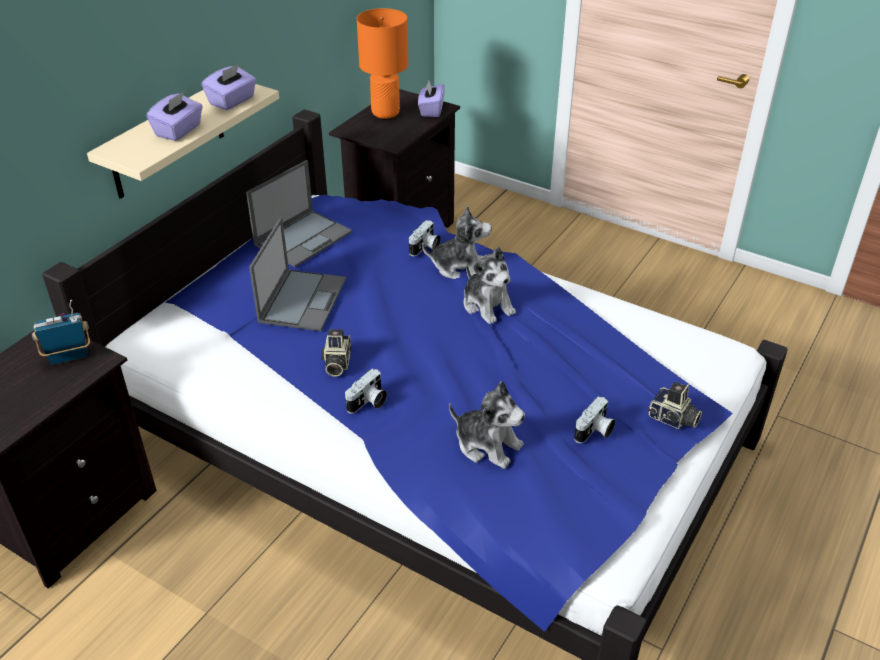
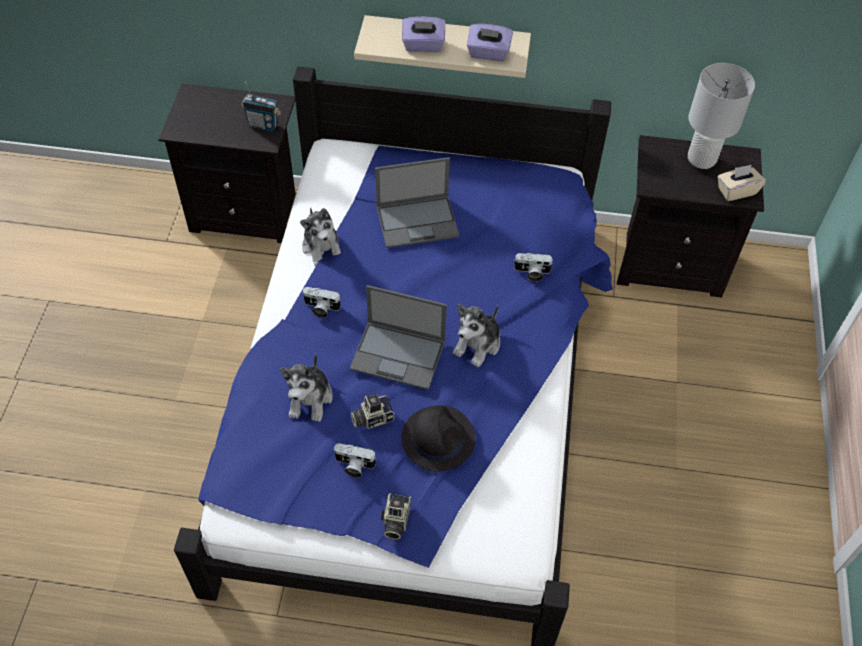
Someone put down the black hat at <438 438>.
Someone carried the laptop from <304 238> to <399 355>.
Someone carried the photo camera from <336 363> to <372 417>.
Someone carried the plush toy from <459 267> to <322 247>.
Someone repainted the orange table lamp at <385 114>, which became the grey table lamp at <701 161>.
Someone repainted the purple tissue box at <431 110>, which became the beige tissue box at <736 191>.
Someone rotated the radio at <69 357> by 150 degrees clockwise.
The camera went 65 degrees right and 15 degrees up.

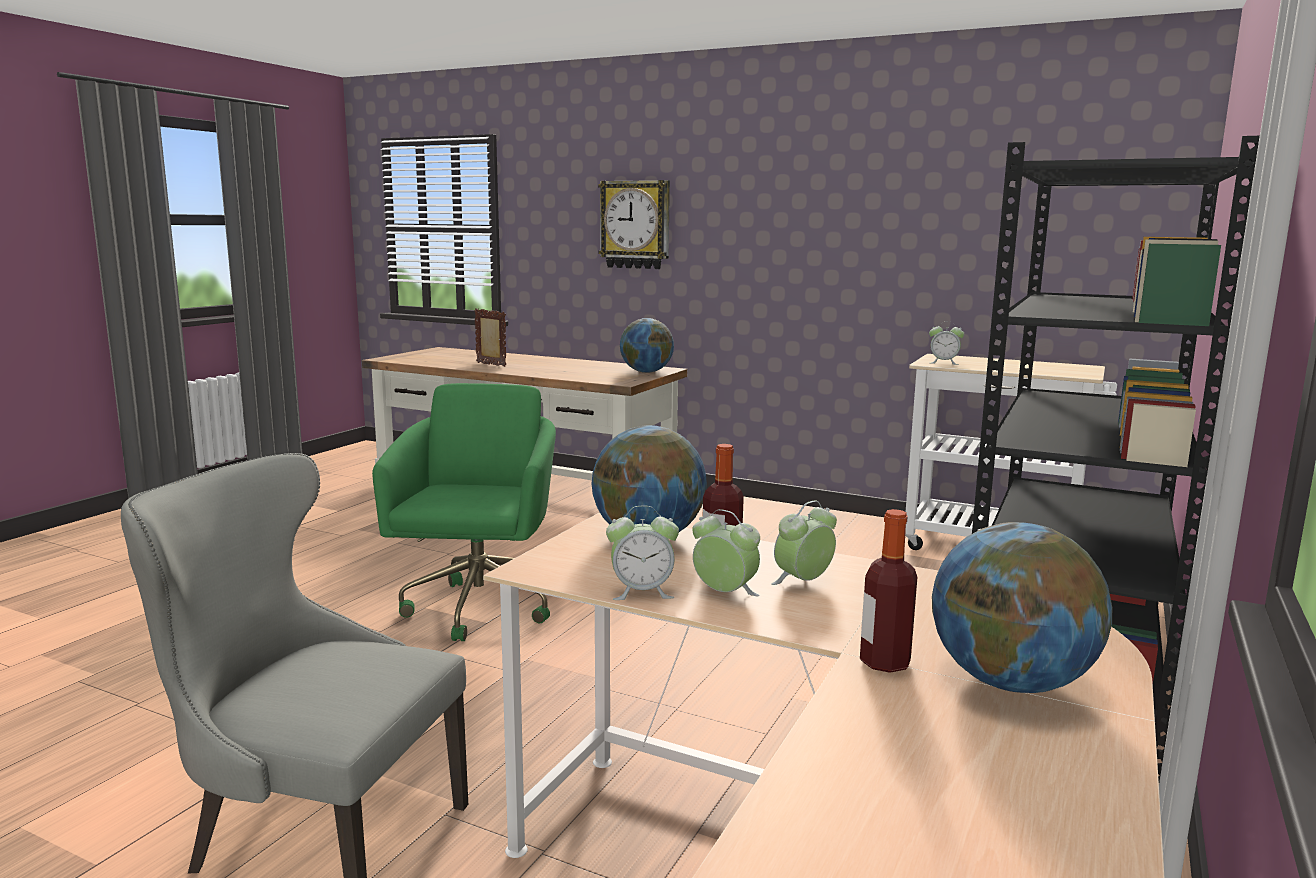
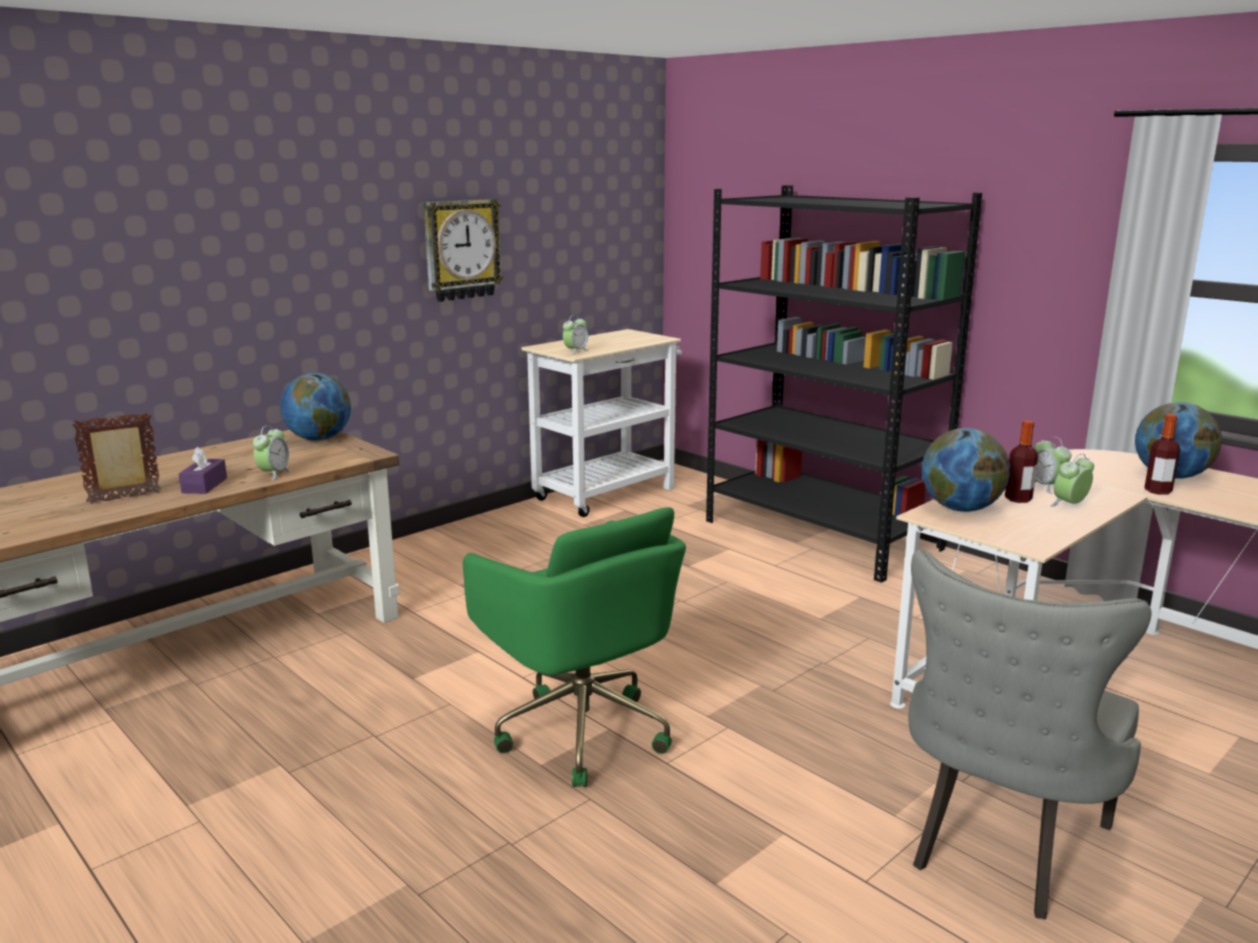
Someone put down the purple tissue box at <204 485>.
Someone carried the wall clock from <635 225> to <461 249>.
Someone carried the alarm clock from <642 592> to <274 474>.
Someone rotated the green office chair at <477 612> by 150 degrees counterclockwise.
The camera went 70 degrees left and 5 degrees up.

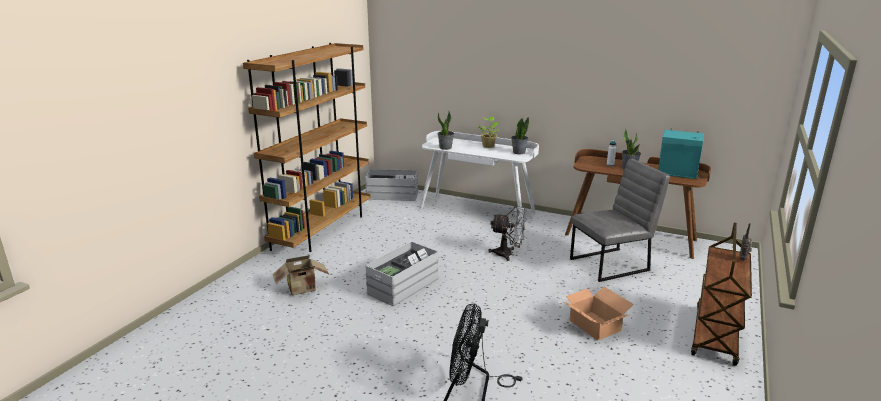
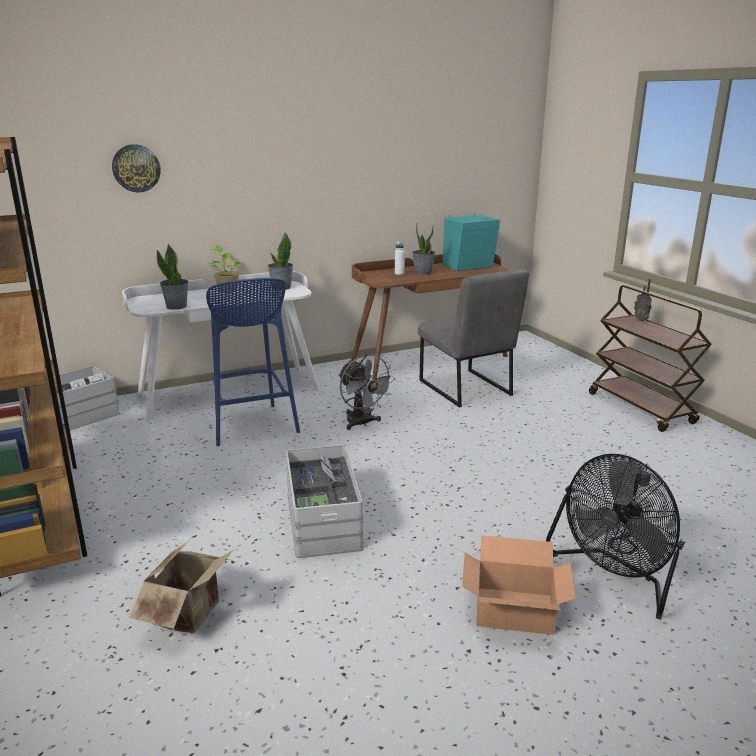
Someone put up the wall clock at <136 168>.
Someone put down the blue stool at <252 425>.
Someone carried the cardboard box from <594 326> to <515 611>.
Someone rotated the grey fan at <508 254> by 90 degrees clockwise.
Someone rotated the grey chair at <611 264> by 135 degrees clockwise.
The camera went 50 degrees left and 0 degrees up.

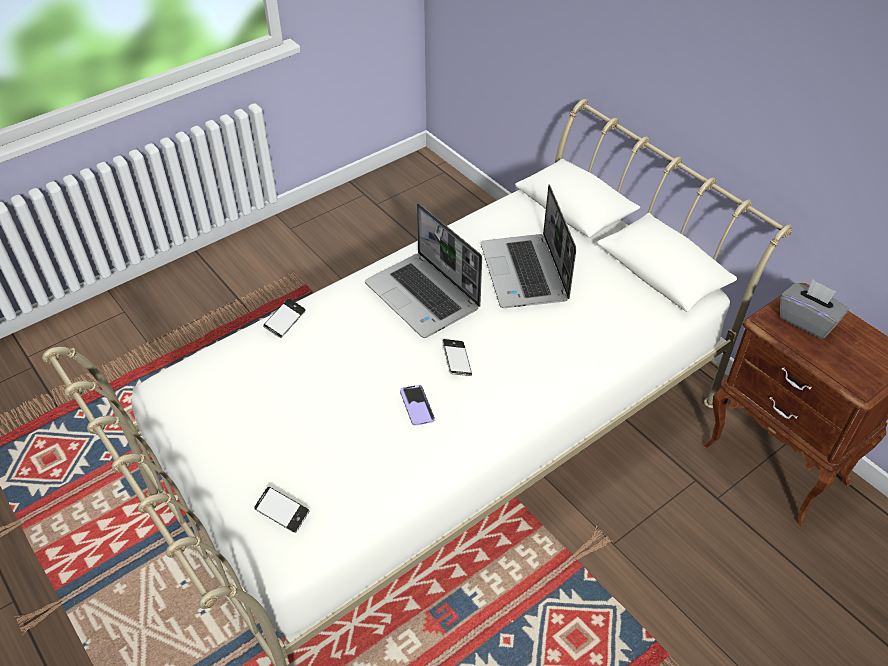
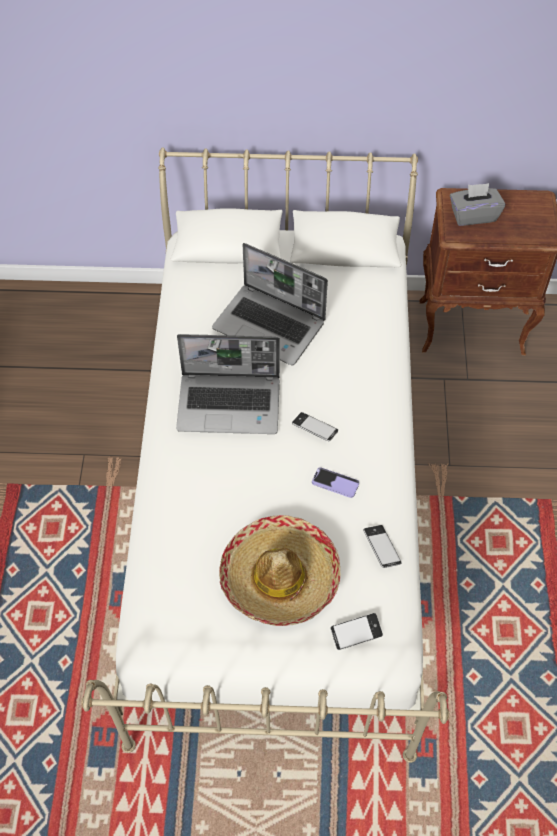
Someone put down the hat at <280 577>.
Someone carried the phone from <285 321> to <381 548>.
The camera went 50 degrees left and 10 degrees up.

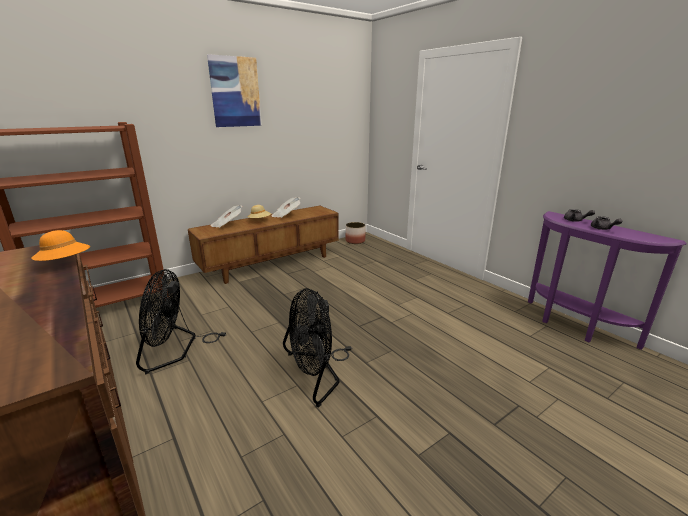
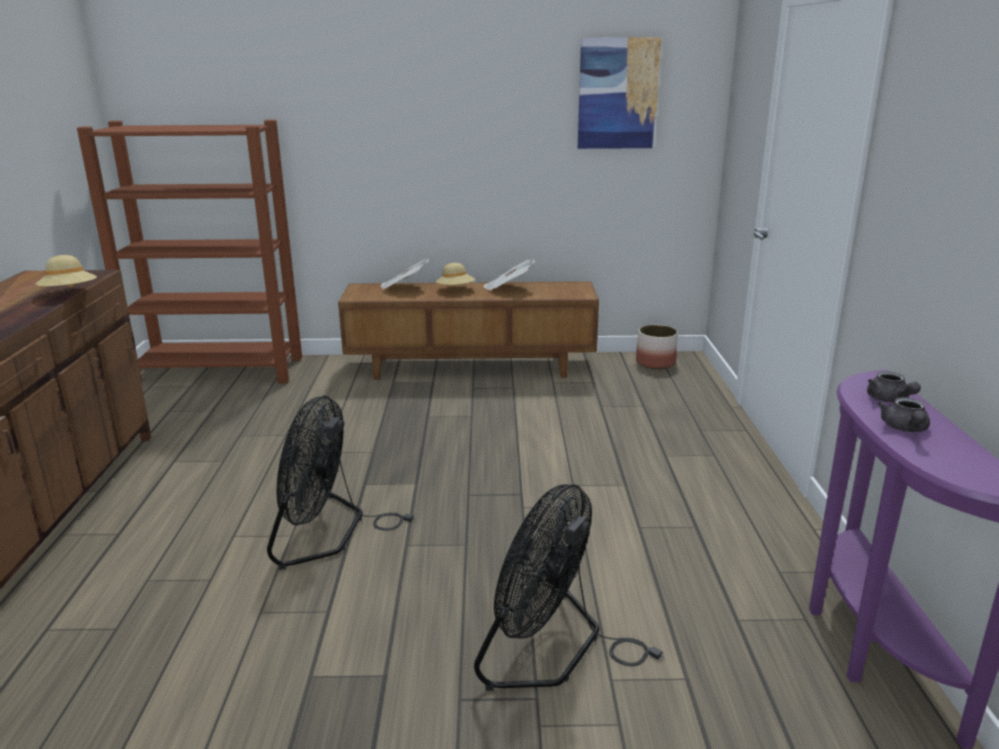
Someone carried the black fan from <179 346> to <561 646>.
Someone carried the picture from <235 92> to <618 94>.
Someone repainted the orange hat at <65 263>, which became the beige hat at <69 294>.
The camera went 35 degrees right and 0 degrees up.

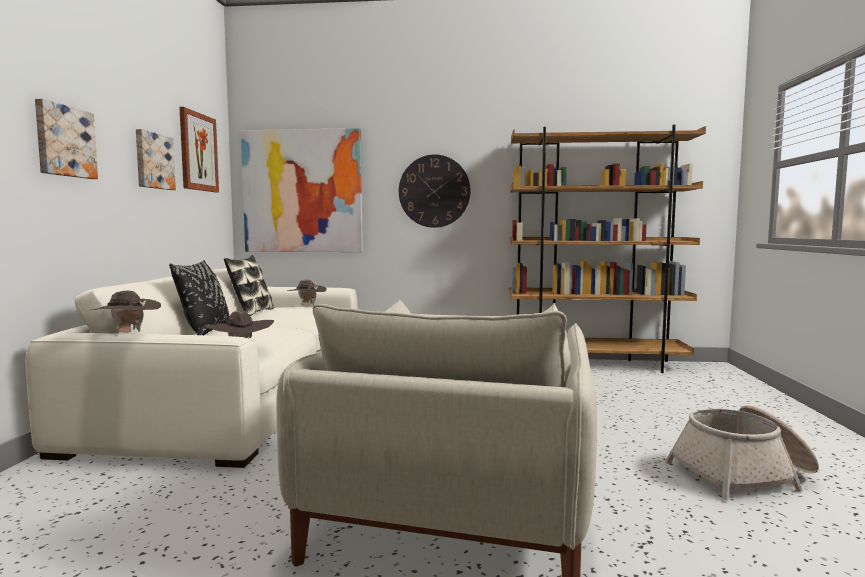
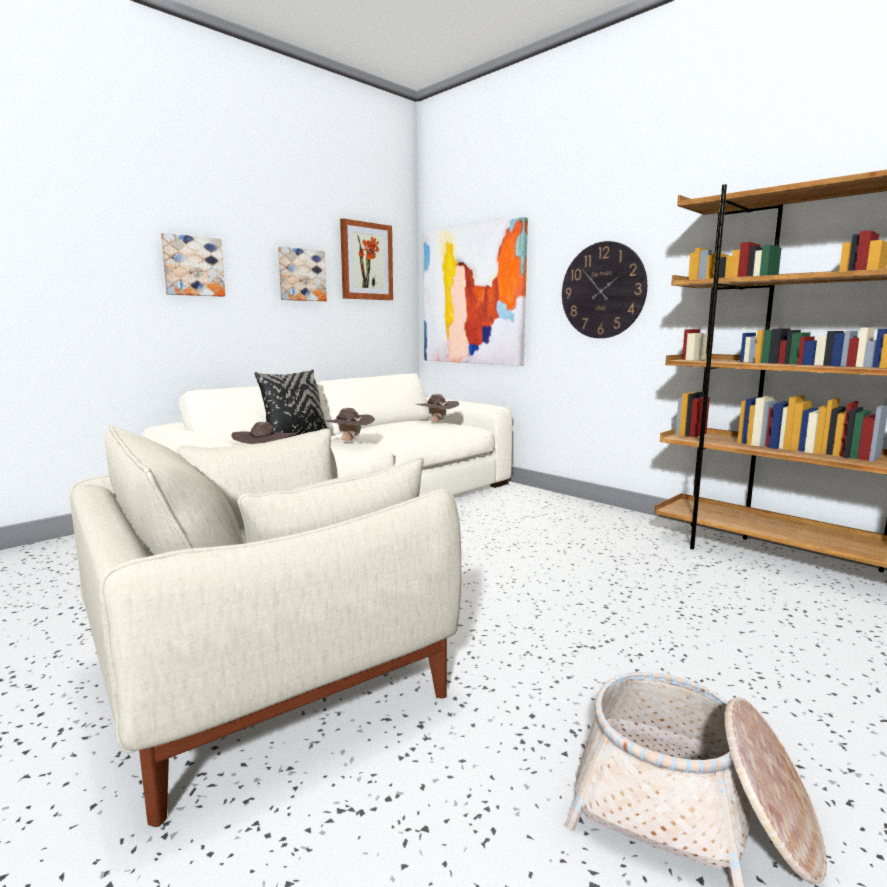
Someone took away the pillow at <251 313>.
Someone carried the brown hat from <127 333> to <349 441>.
The camera went 40 degrees right and 5 degrees up.

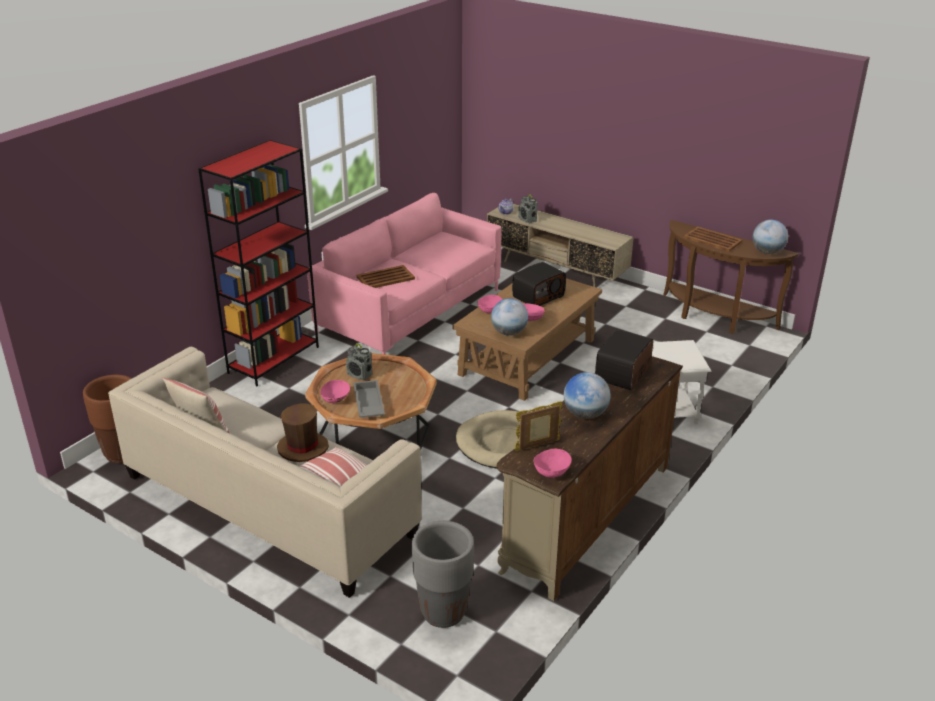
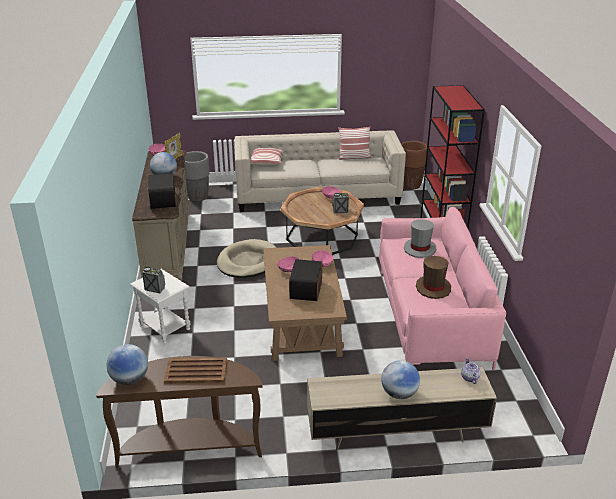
Someone took away the grey tray at <367 404>.
Someone carried the brown hat from <302 448> to <433 288>.
Someone carried the globe from <509 333> to <399 394>.
Someone carried the radio from <527 220> to <155 289>.
Someone swapped the brown tray at <385 278> for the grey hat at <420 249>.
The camera went 140 degrees right and 0 degrees up.

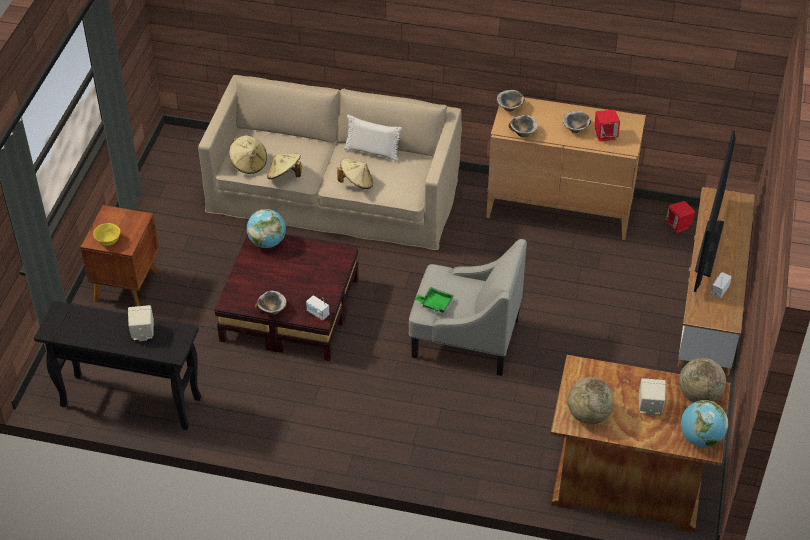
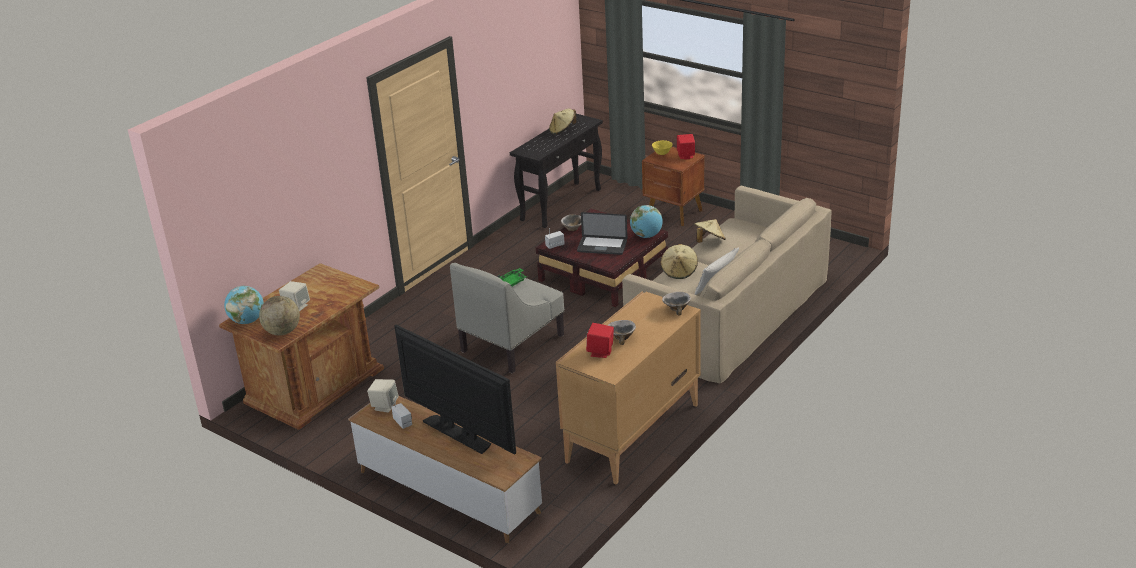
Someone took away the bowl at <523 133>.
Someone took away the globe at <588 415>.
Someone put down the laptop at <602 246>.
Someone carried the beige speaker from <142 333> to <384 406>.
Someone carried the beige hat from <249 164> to <562 130>.
Someone carried the red speaker from <678 225> to <685 156>.
The camera went 115 degrees right and 15 degrees down.

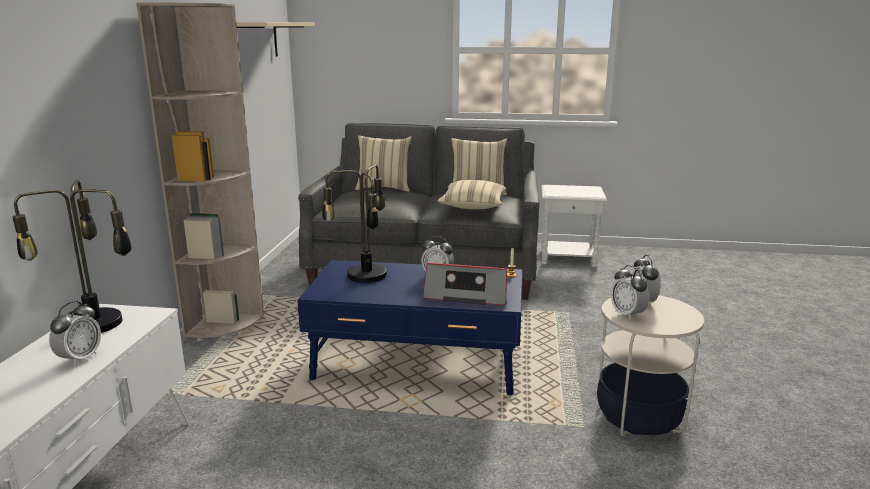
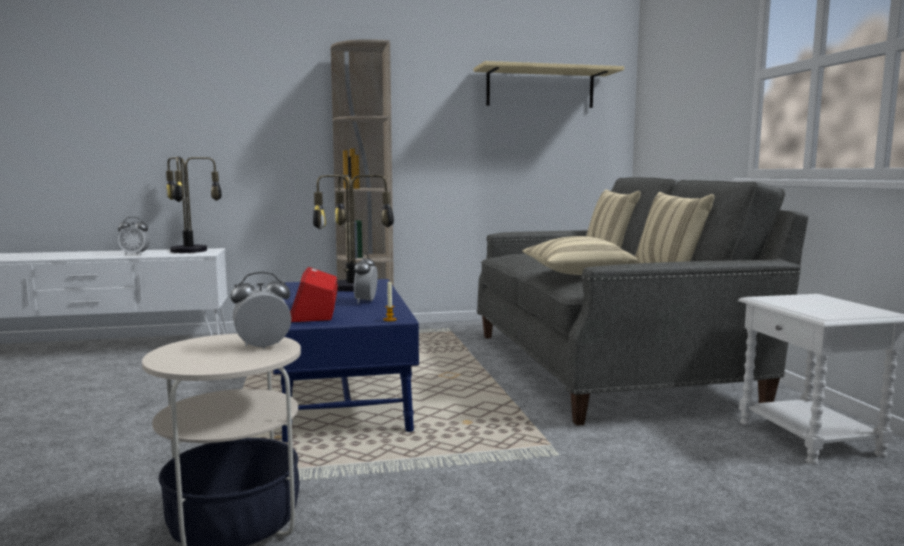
Someone took away the alarm clock at <627 314>.
The camera went 70 degrees right and 10 degrees down.

